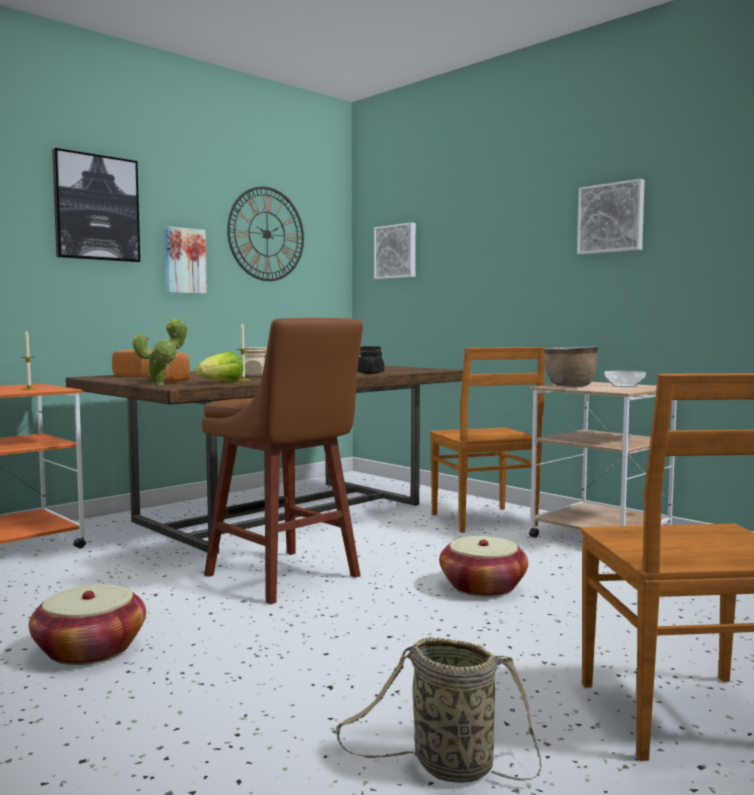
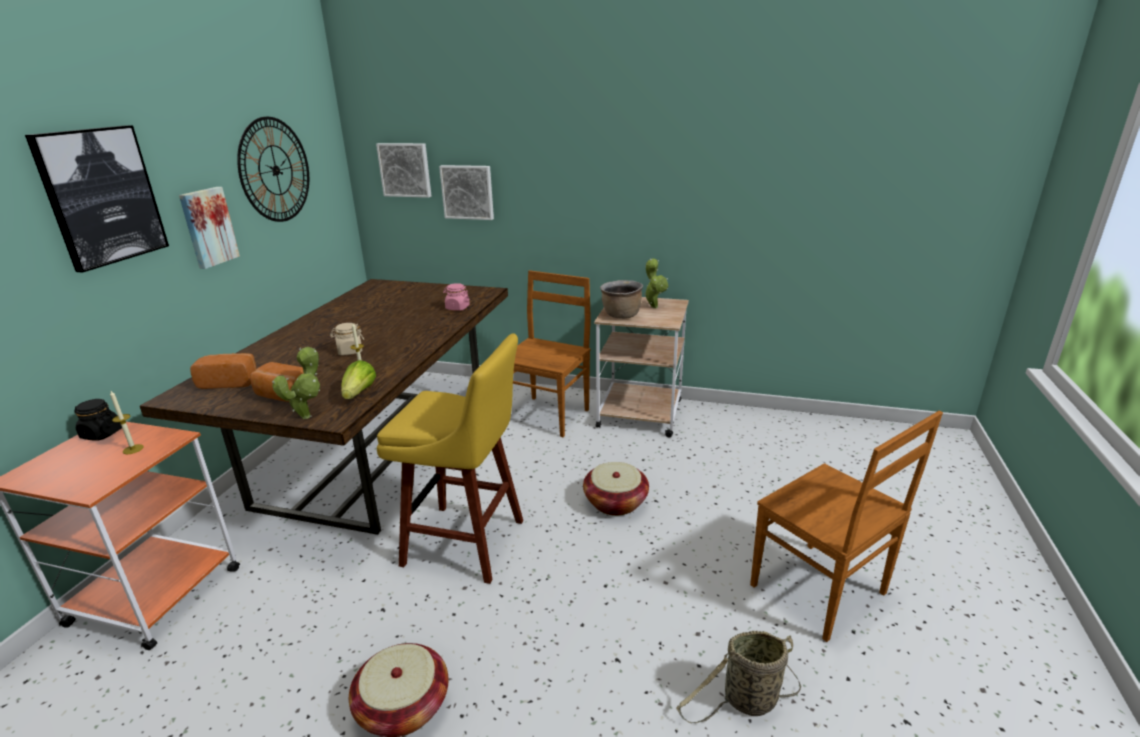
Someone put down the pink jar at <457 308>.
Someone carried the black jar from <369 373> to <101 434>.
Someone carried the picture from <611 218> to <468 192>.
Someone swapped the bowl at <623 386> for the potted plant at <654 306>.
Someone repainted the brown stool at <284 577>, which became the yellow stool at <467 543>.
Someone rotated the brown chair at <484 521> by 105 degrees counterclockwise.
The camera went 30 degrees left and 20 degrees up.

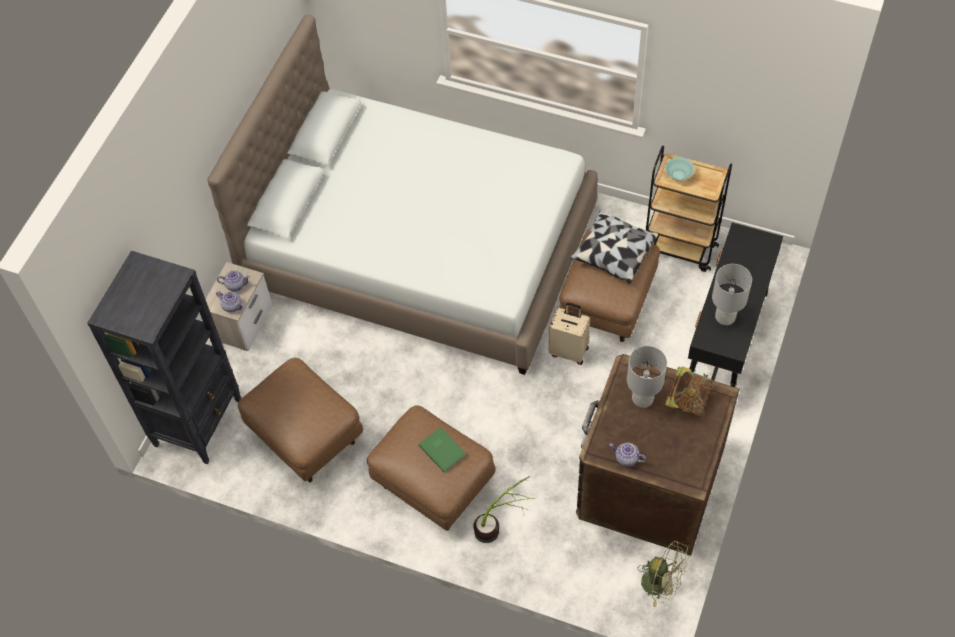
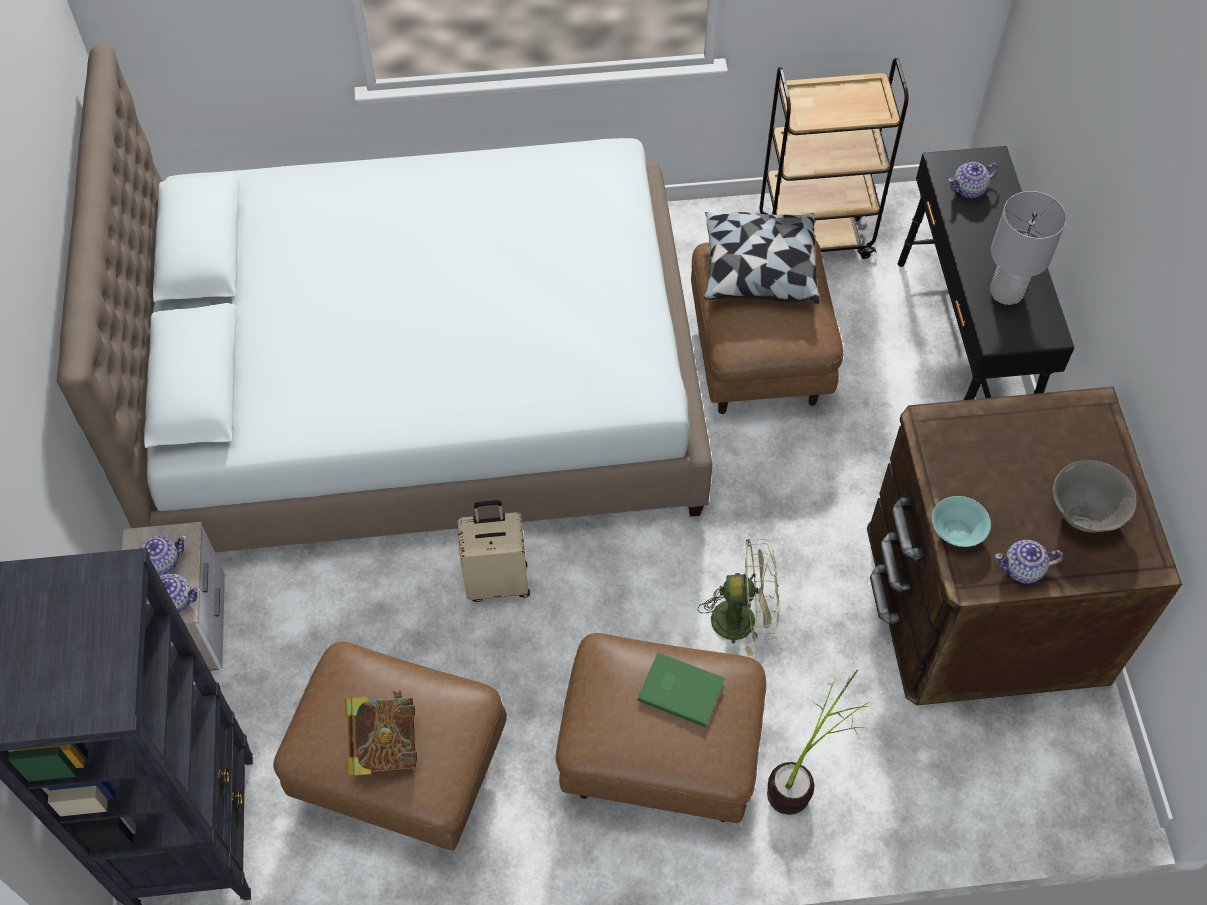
Someone took away the grey table lamp at <642 399>.
Someone put down the teapot at <969 189>.
Someone put down the grey bowl at <1084 513>.
Someone carried the beige suitcase from <569 351> to <497 581>.
Someone carried the green fan from <661 584> to <743 618>.
Someone carried the turquoise bowl from <678 174> to <956 531>.
Someone carried the book from <687 400> to <384 745>.
The camera went 30 degrees left and 0 degrees up.

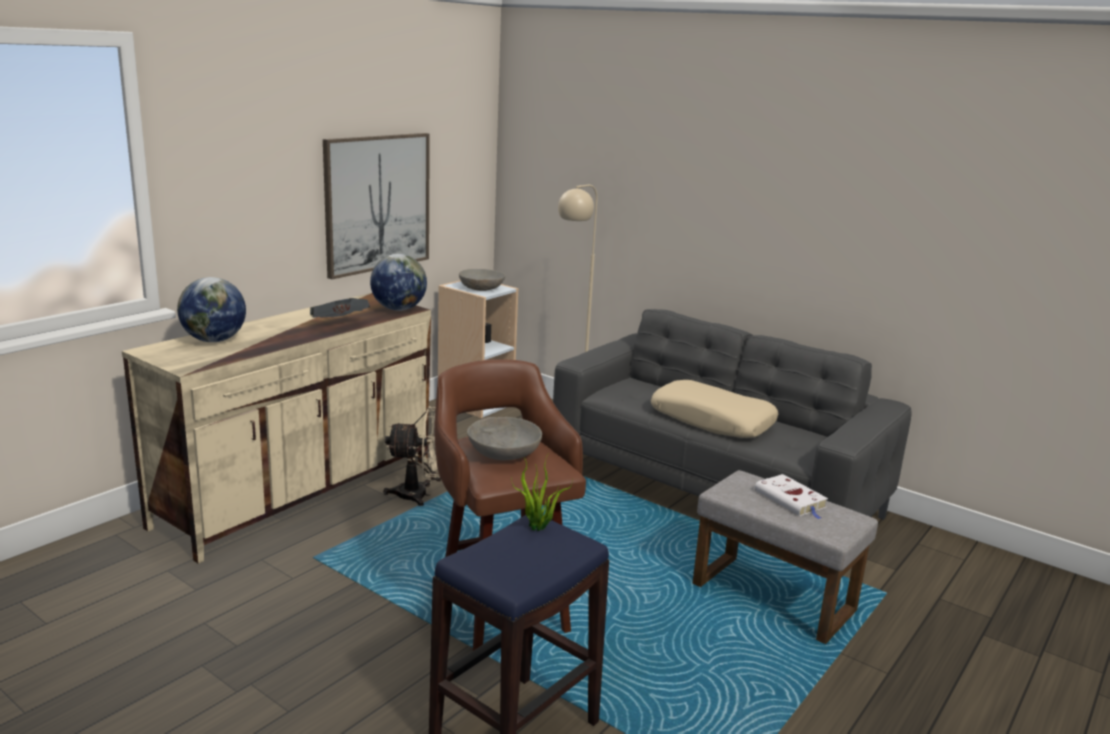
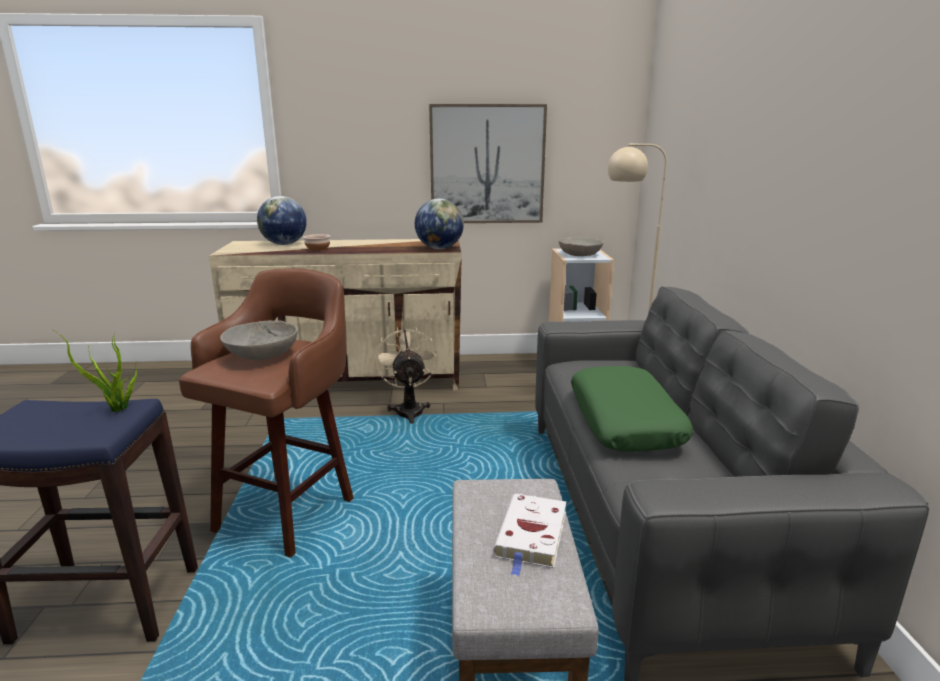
Someone took away the newspaper at <340 325>.
Someone put down the bowl at <317 249>.
Someone repainted the beige pillow at <712 421>, which became the green pillow at <625 421>.
Someone rotated the beige fan at <420 495> by 150 degrees counterclockwise.
The camera went 50 degrees right and 0 degrees up.

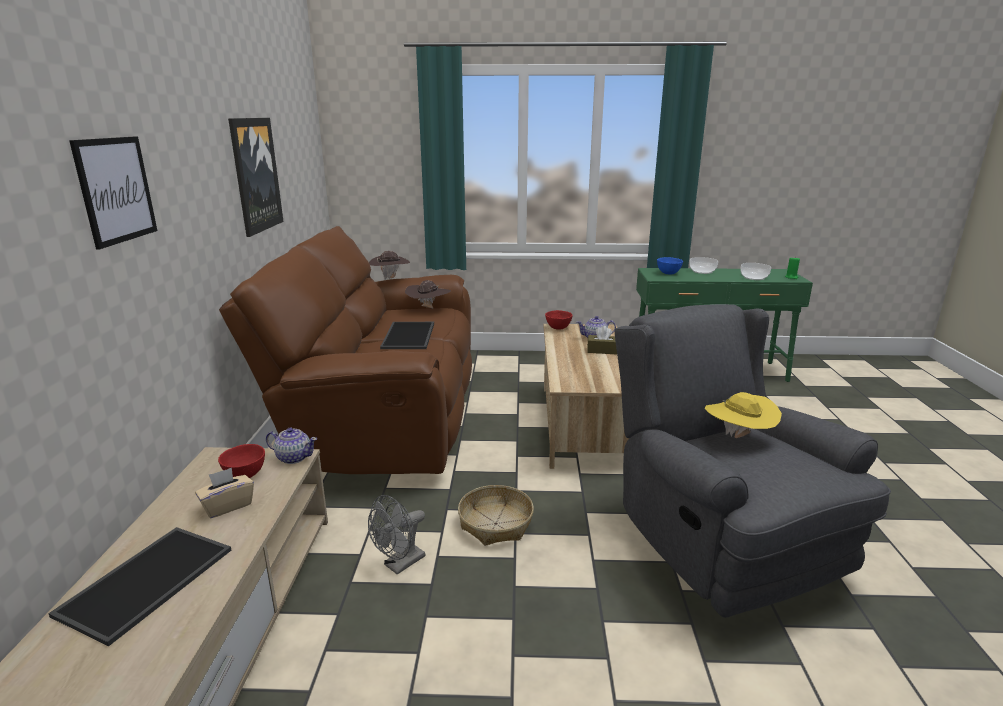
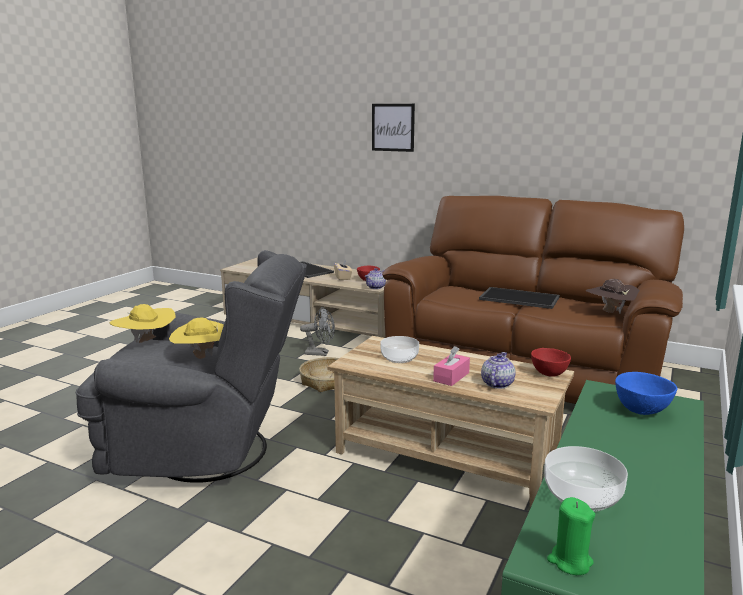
Someone took away the picture at <255 175>.
Someone took away the brown hat at <390 278>.
Someone put down the yellow hat at <146 343>.
Someone carried the bowl from <702 271> to <399 358>.
Someone repainted the brown tissue box at <602 350>, which became the pink tissue box at <451 377>.
Someone rotated the grey fan at <400 564> by 120 degrees clockwise.
The camera went 115 degrees right and 5 degrees down.

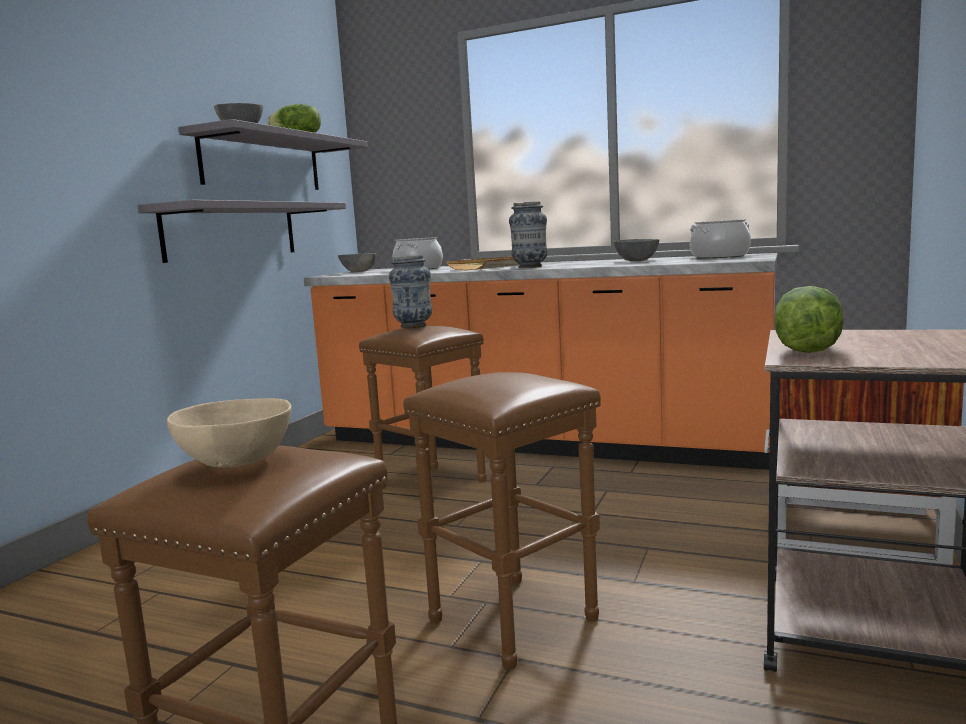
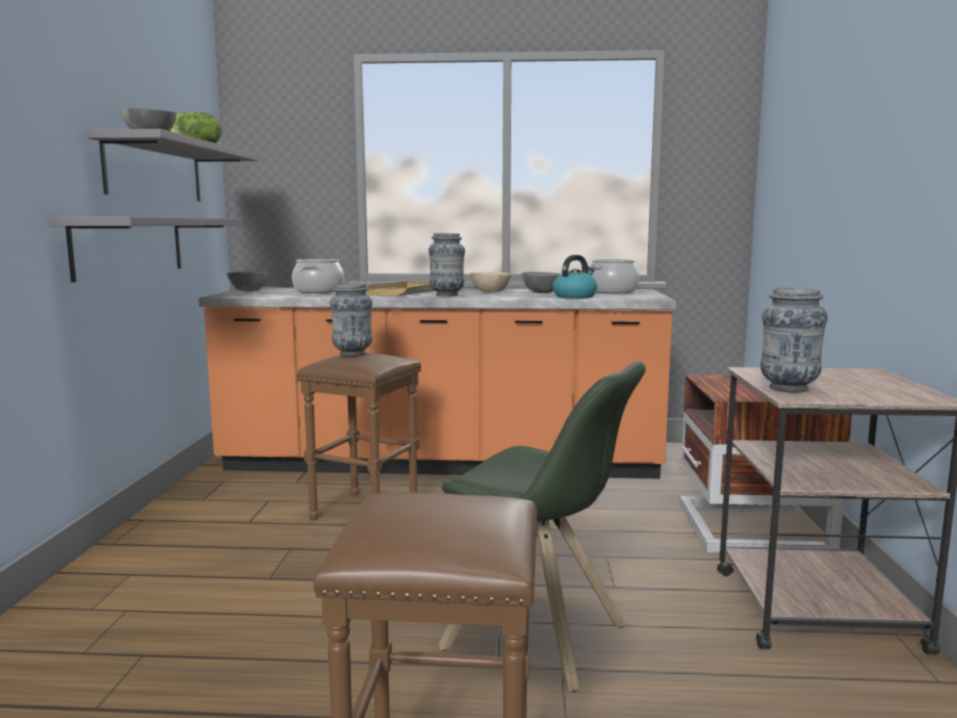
Someone put down the kettle at <575 296>.
Someone carried the beige bowl from <233 462> to <489 292>.
Someone swapped the brown stool at <513 621> for the green chair at <536 636>.
Someone swapped the lettuce at <806 350> for the vase at <788 388>.
The camera went 20 degrees left and 0 degrees up.

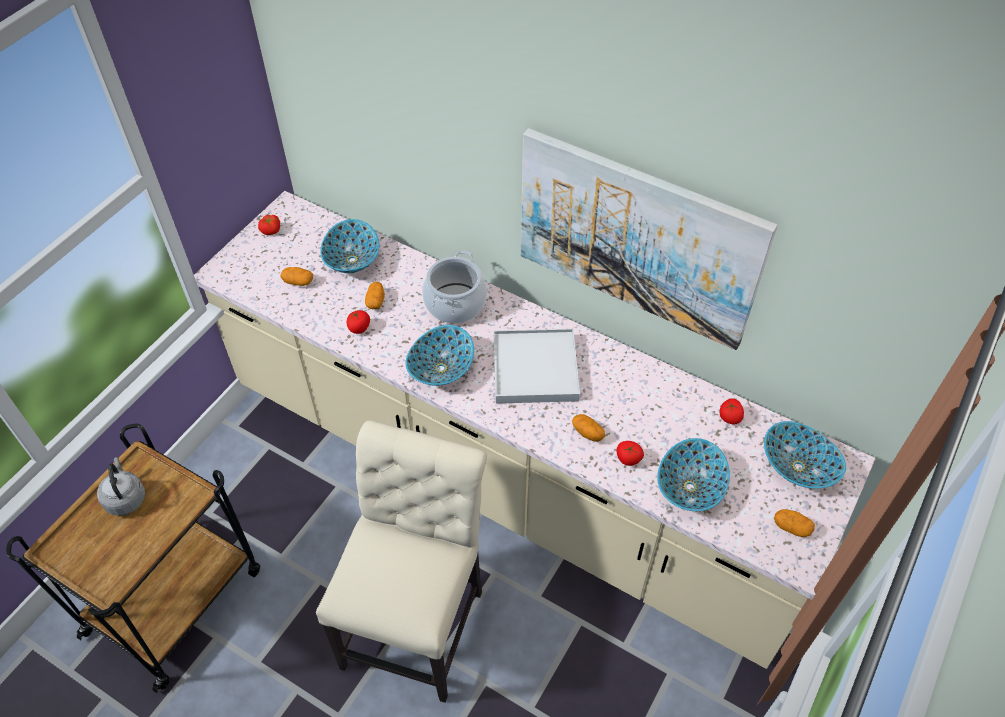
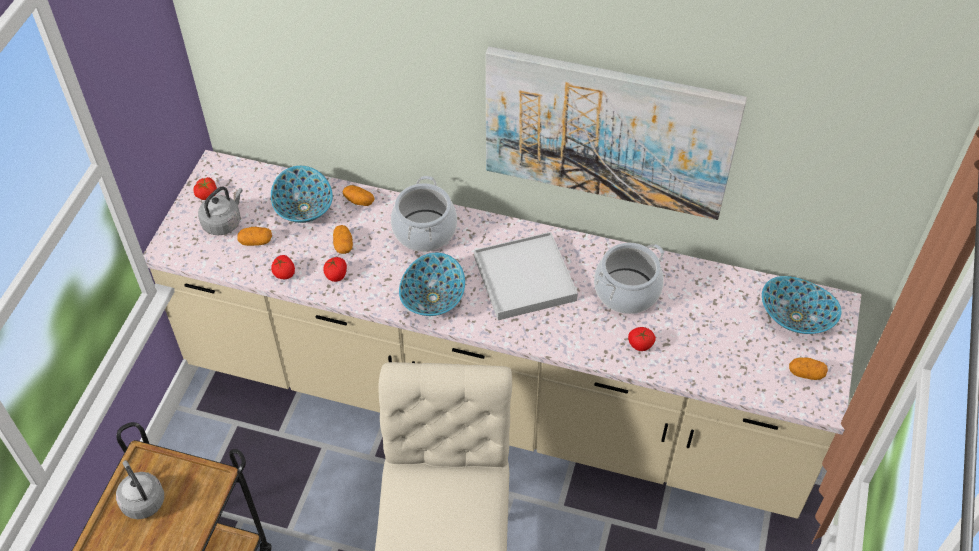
Someone took away the bowl at <690 487>.
Someone put down the grey kettle at <223 222>.
Someone put down the cooking pot at <626 291>.
Someone carried the potato from <588 433> to <359 201>.
Someone carried the tomato from <729 417> to <284 273>.
The camera went 15 degrees left and 0 degrees up.

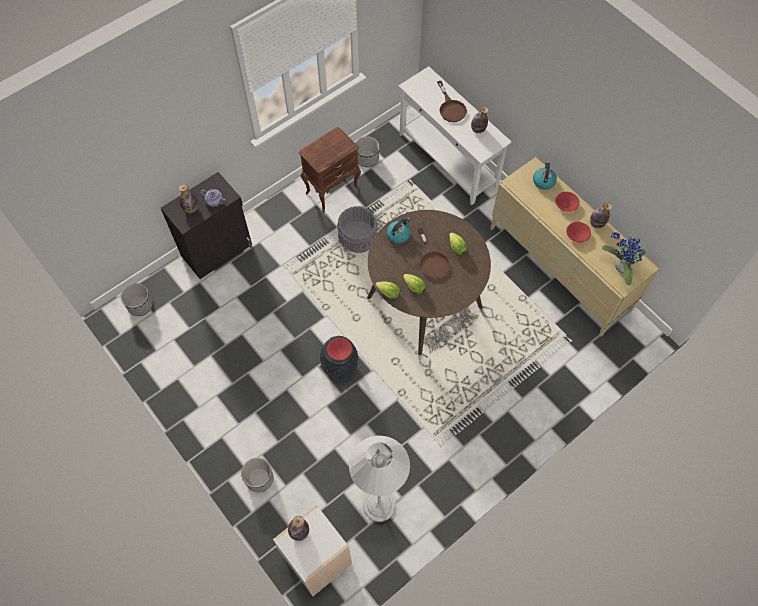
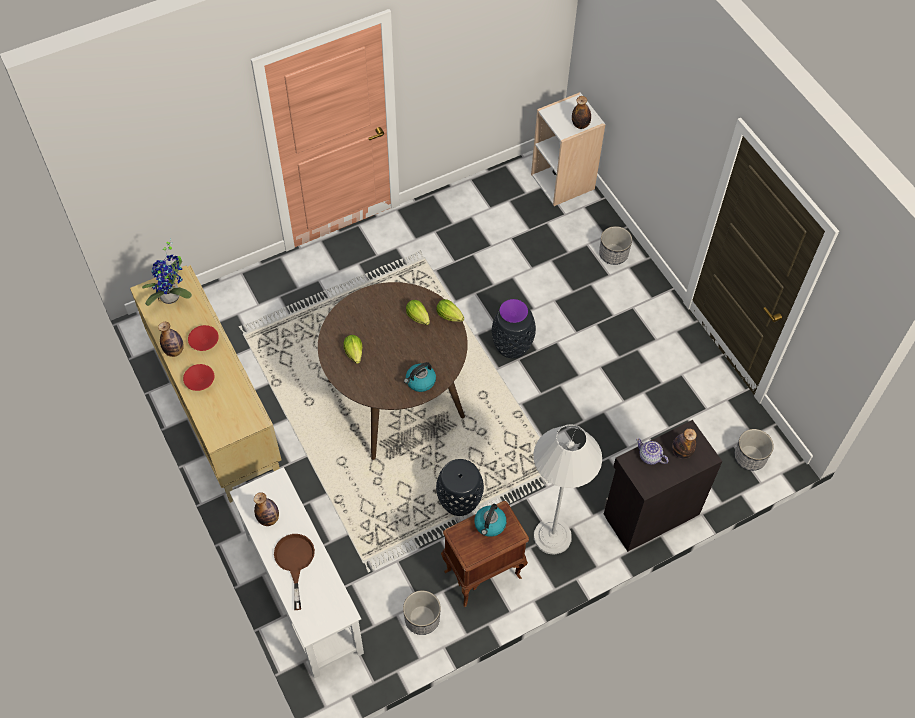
Someone took away the brown frying pan at <432 260>.
Someone carried the white floor lamp from <379 505> to <552 536>.
Someone carried the kettle from <543 181> to <490 524>.
Someone swapped the grey bucket at <358 236> for the black stool at <459 500>.
Someone repainted the red bowl at <340 351>, which became the purple bowl at <513 314>.
The camera went 170 degrees left and 5 degrees down.

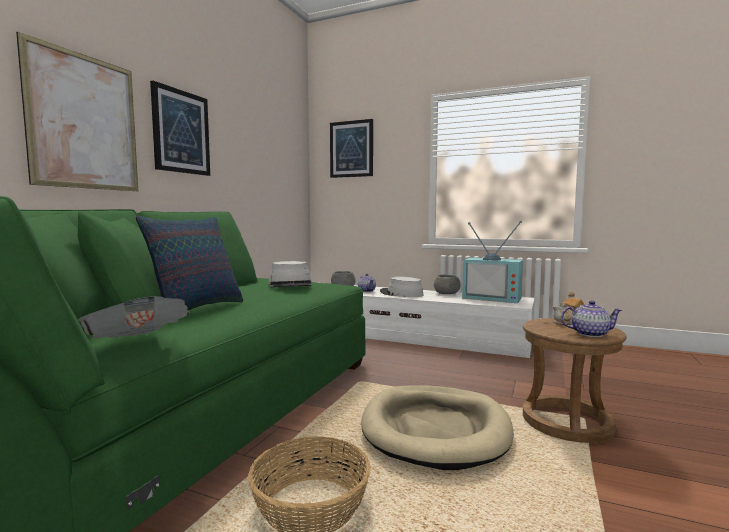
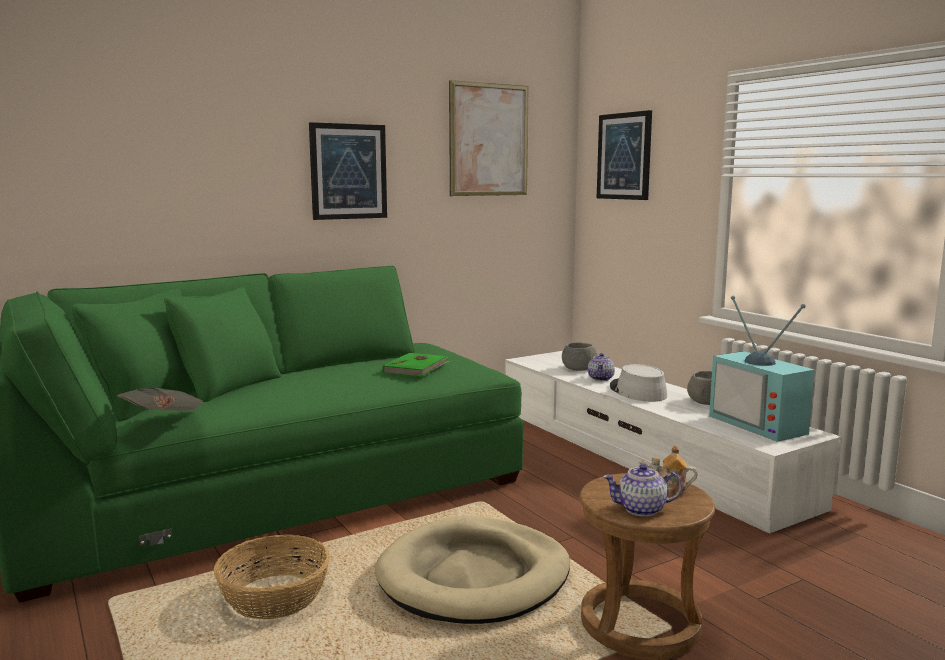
Someone took away the blue pillow at <198 310>.
Someone carried the picture from <84 122> to <489 140>.
Someone swapped the grey hat at <290 285> for the green book at <417 368>.
Someone rotated the teapot at <589 334> by 135 degrees clockwise.
The camera went 35 degrees right and 5 degrees up.

